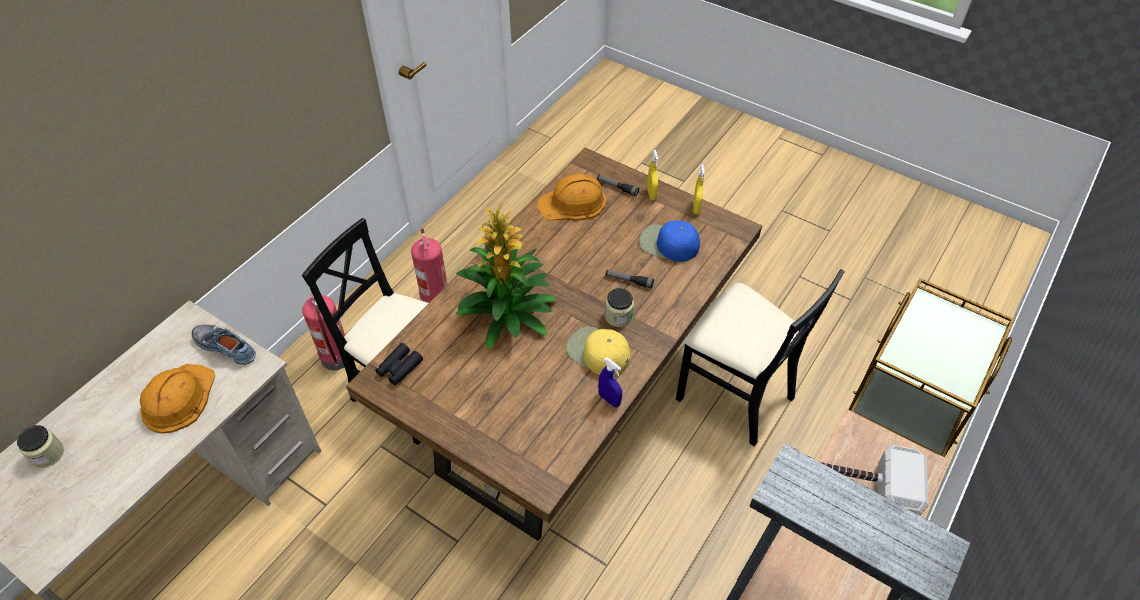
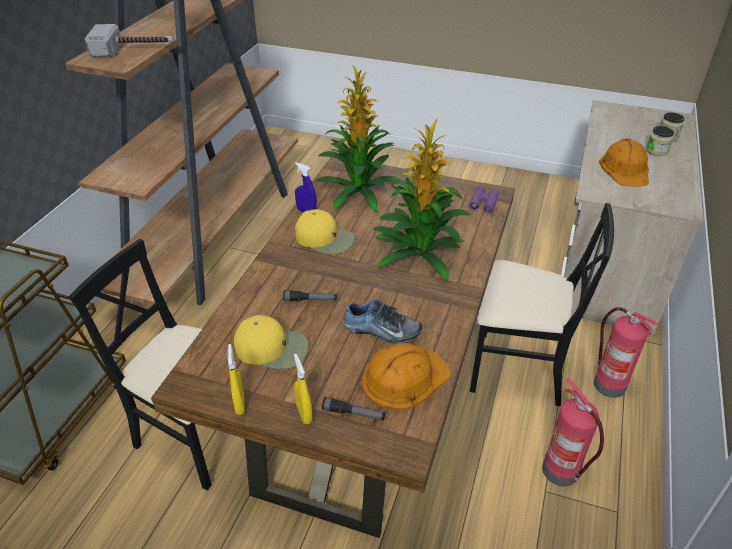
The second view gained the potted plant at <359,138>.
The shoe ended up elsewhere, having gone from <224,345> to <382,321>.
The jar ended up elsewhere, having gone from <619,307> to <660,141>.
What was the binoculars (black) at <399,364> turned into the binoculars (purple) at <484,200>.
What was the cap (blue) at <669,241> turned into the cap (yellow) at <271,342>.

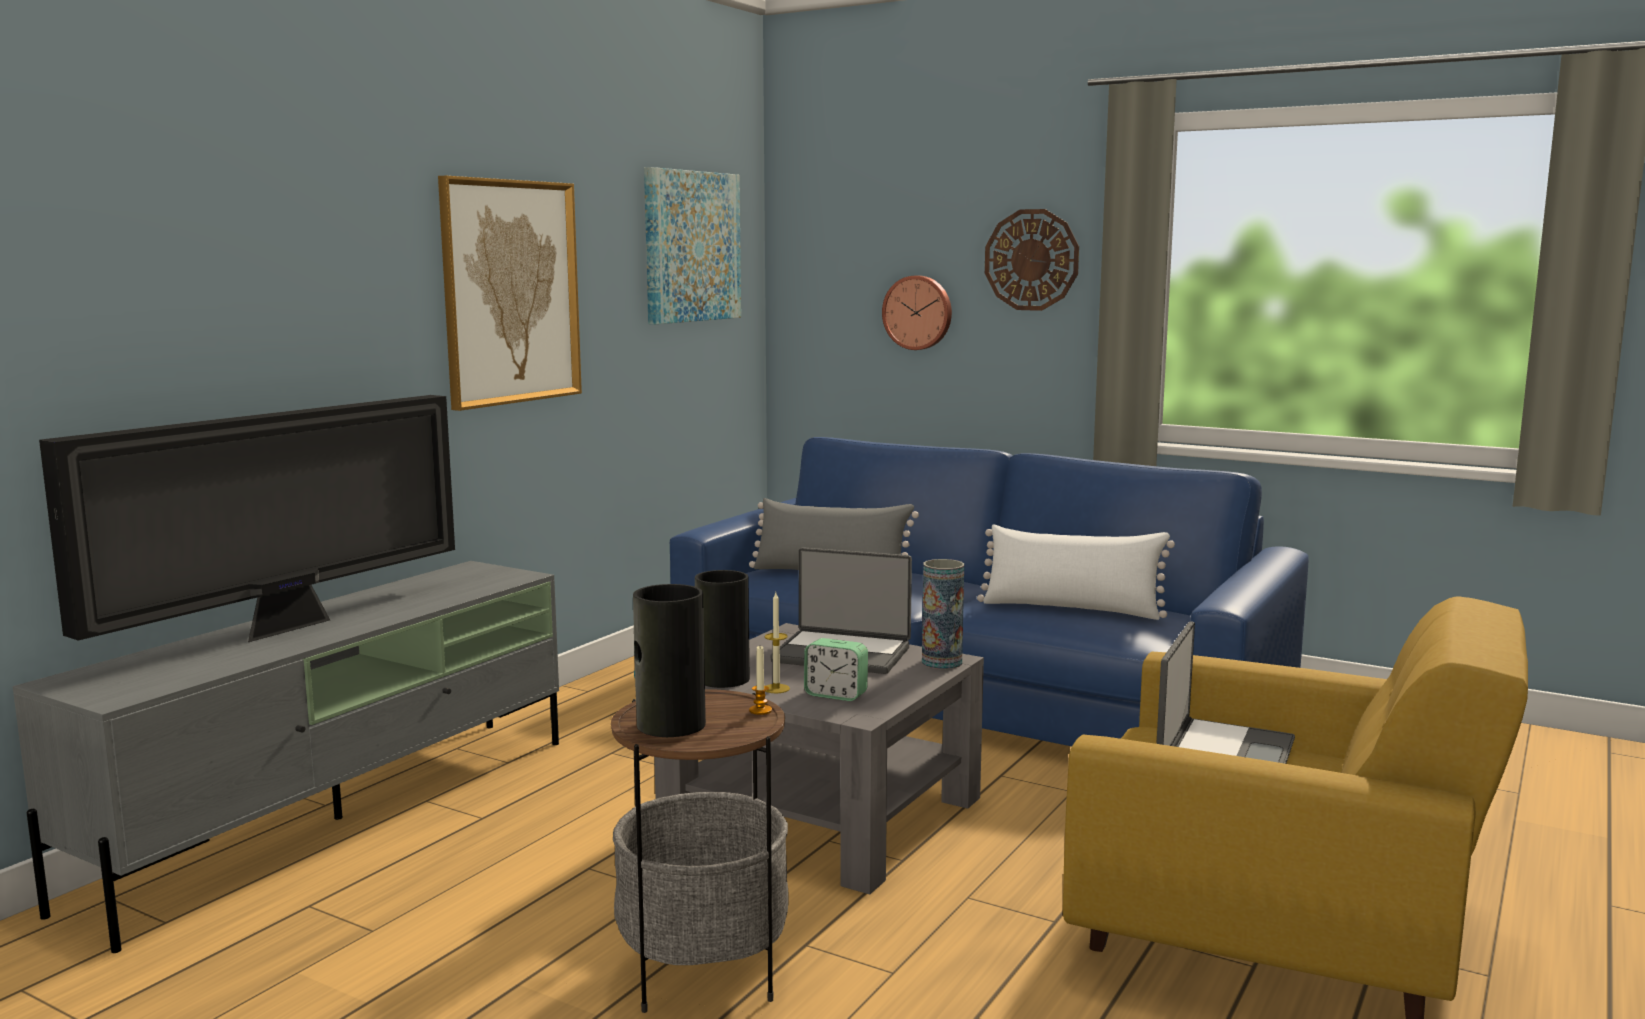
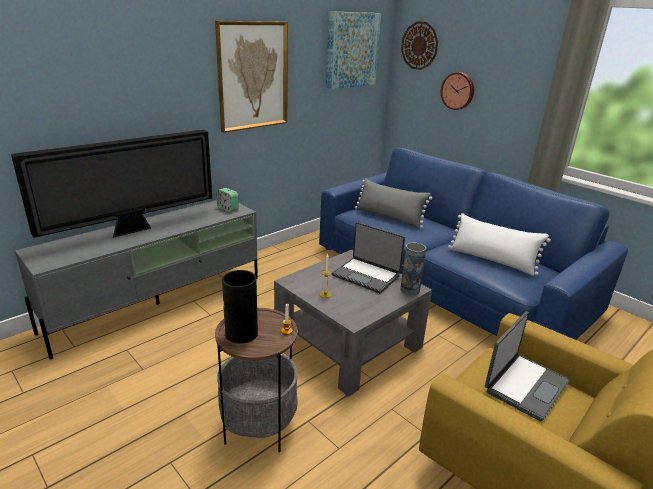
The second view lost the vase at <722,629>.
The alarm clock ended up elsewhere, having gone from <836,669> to <227,200>.
The wall clock ended up elsewhere, having gone from <1032,260> to <419,45>.

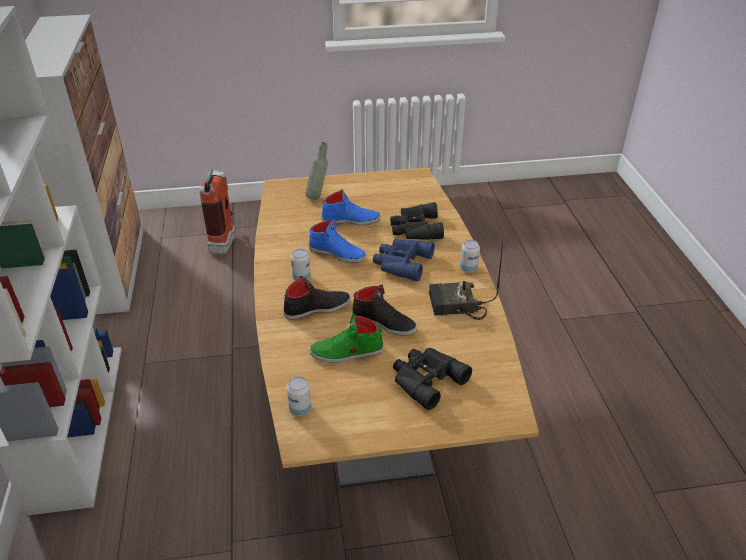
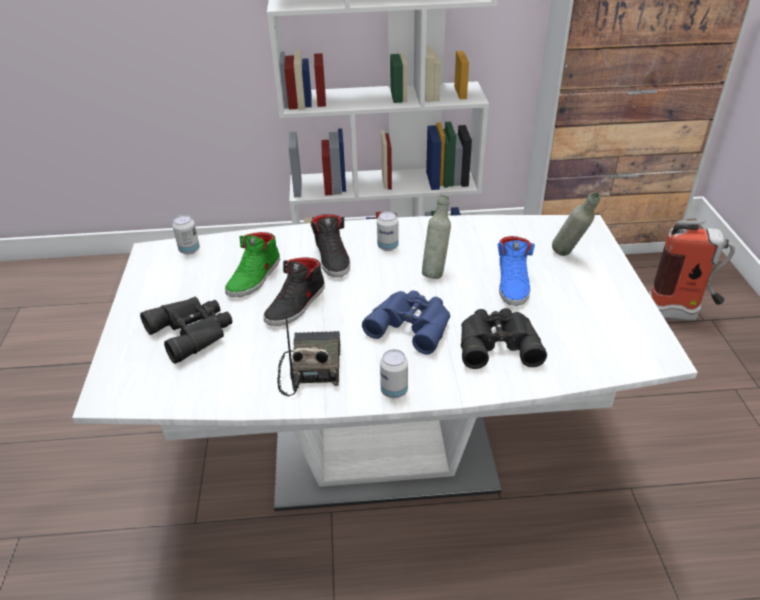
Where the shoe (blue) stood at <337,241>, the bottle (grey) came to stand at <436,237>.
What was the dining table (brown) at <396,328> turned into the dining table (white) at <385,363>.
The shoe (green) at <346,338> ended up facing another way, 150 degrees counterclockwise from before.

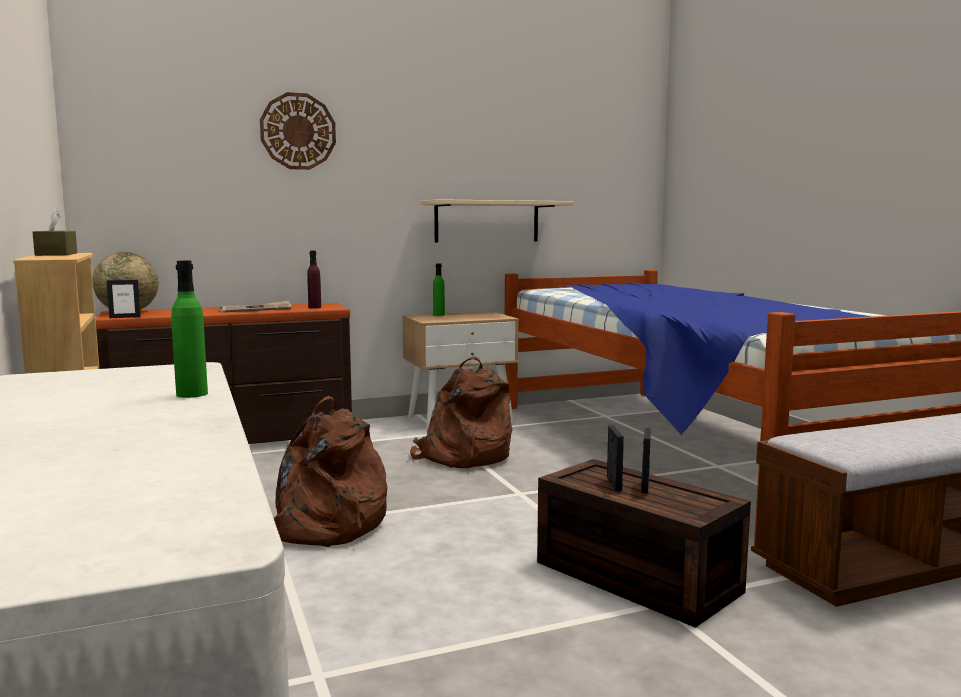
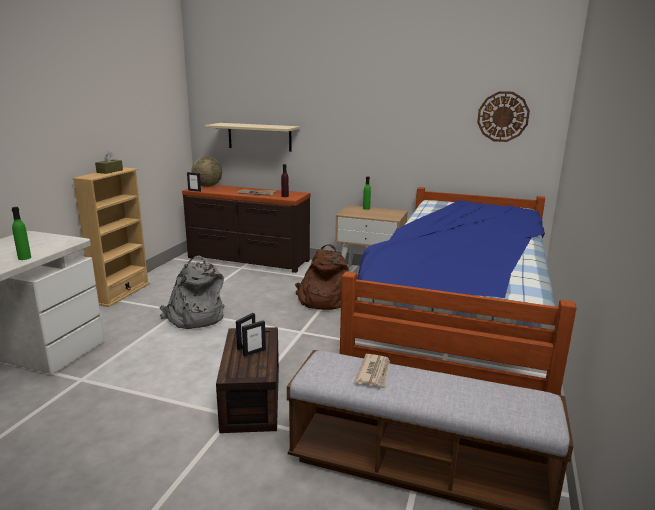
The second view gained the newspaper at <372,370>.
The wall clock ended up elsewhere, having gone from <298,131> to <503,116>.
The shelf (beige) ended up elsewhere, having gone from <496,221> to <252,137>.
What was the backpack (brown) at <330,471> turned into the backpack (grey) at <192,292>.

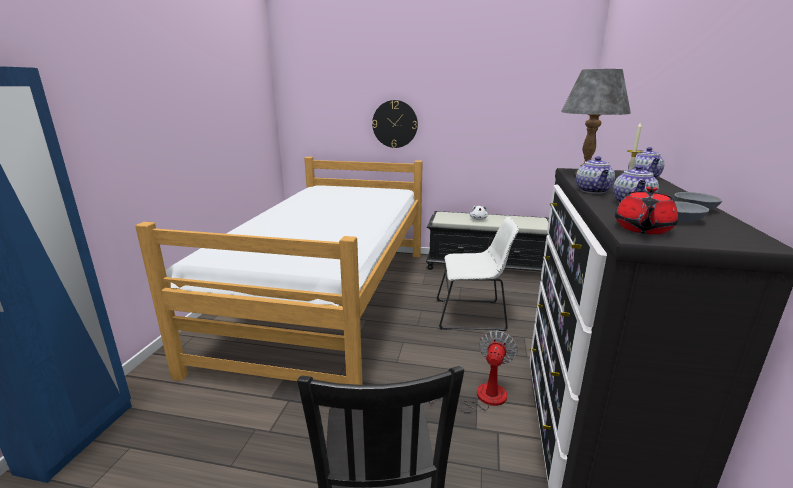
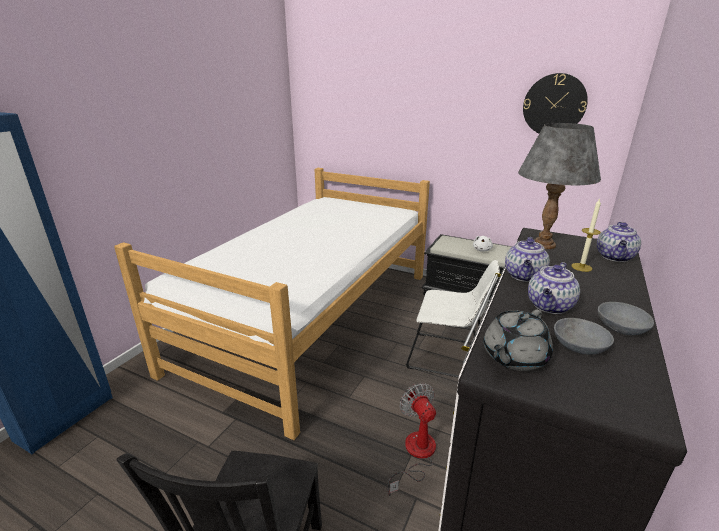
The wall clock ended up elsewhere, having gone from <395,124> to <555,103>.
What was the teapot (red) at <646,210> turned into the teapot (grey) at <518,340>.
The fan at <473,371> ended up facing another way, 60 degrees counterclockwise from before.

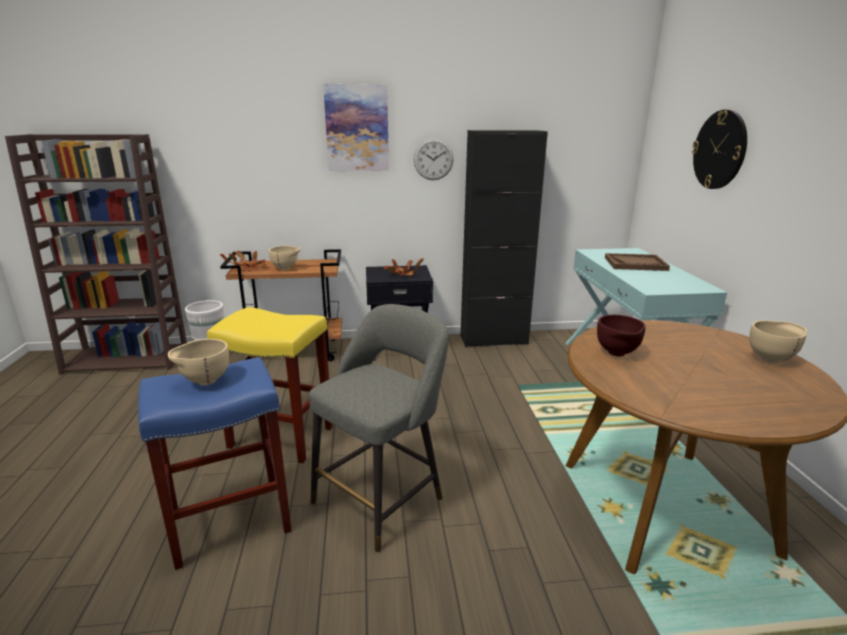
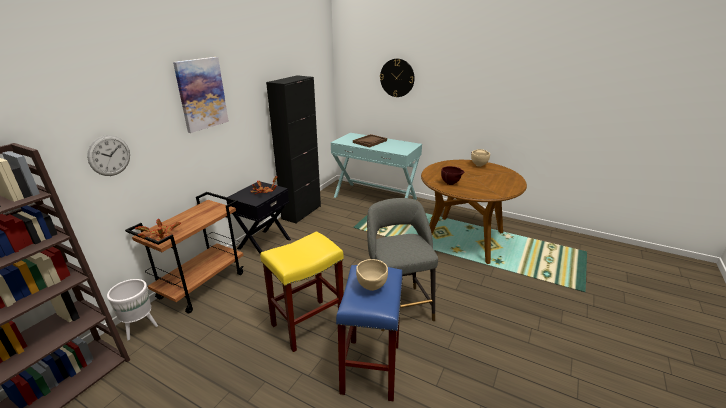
The second view lost the bowl (beige) at <285,258>.
The wall clock ended up elsewhere, having gone from <434,159> to <108,155>.

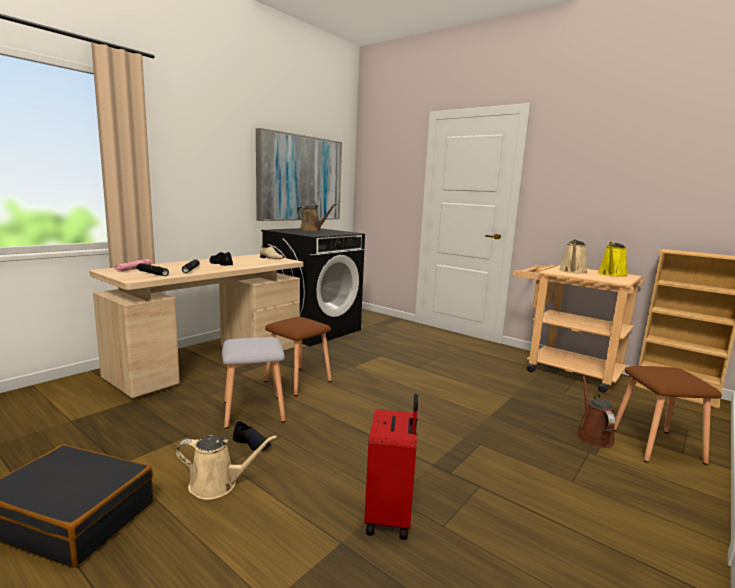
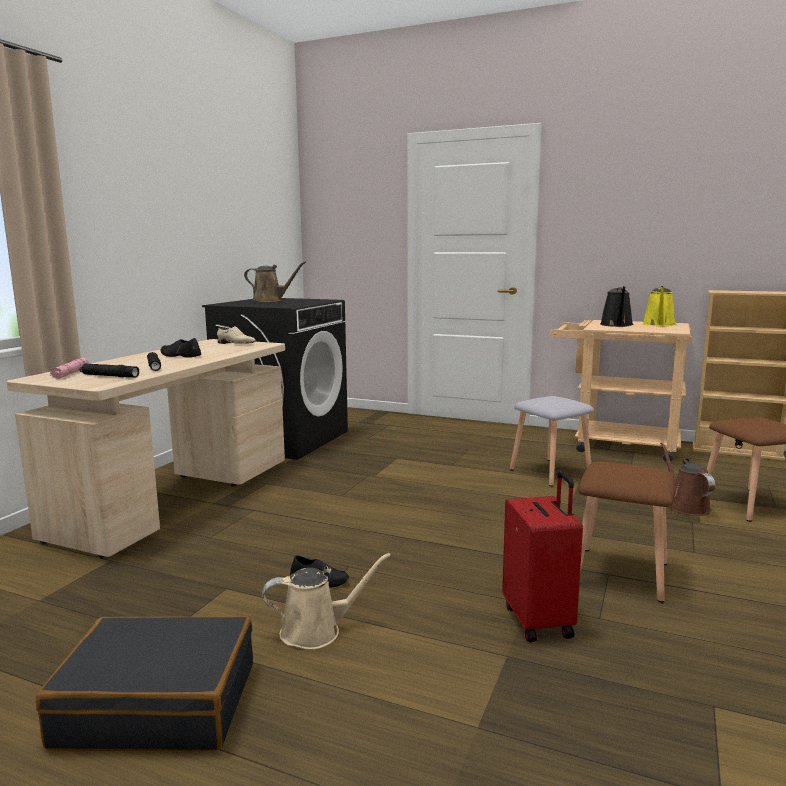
The second view lost the picture at <299,174>.
The stool (grey) ended up elsewhere, having gone from <254,383> to <552,441>.
The stool (brown) ended up elsewhere, having gone from <298,356> to <626,532>.
What was the watering can (beige) at <573,256> turned into the watering can (black) at <617,306>.

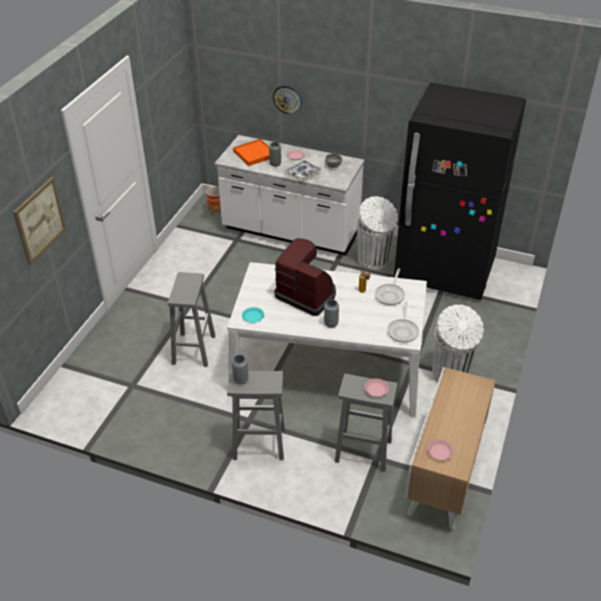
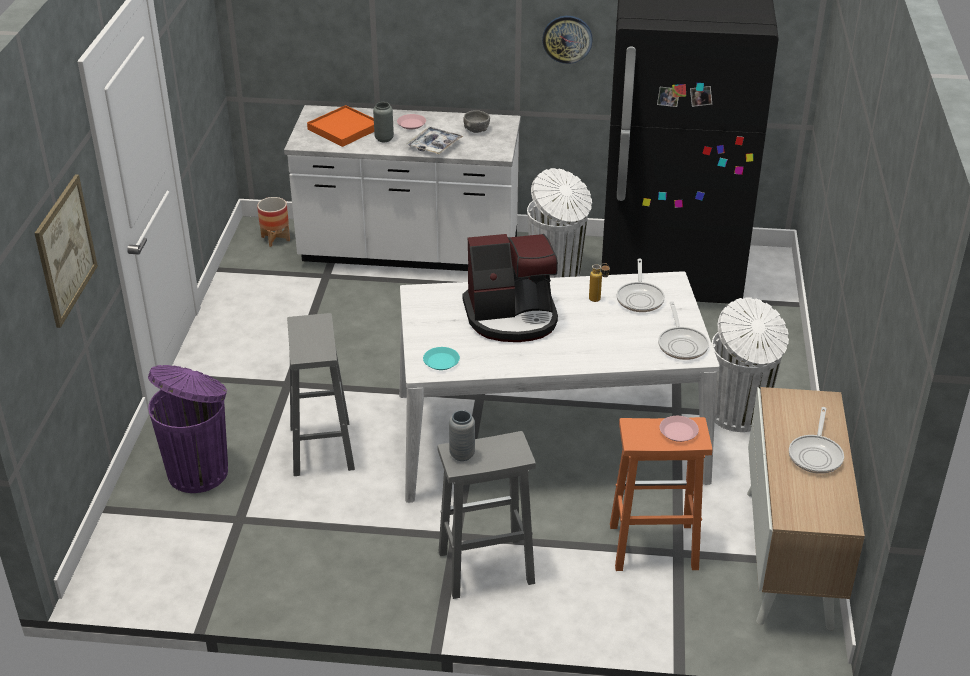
The second view lost the vase (grey) at <331,313>.
The second view lost the plate (pink) at <441,450>.
The second view gained the trash can (purple) at <188,429>.
The second view gained the frying pan at <816,440>.
The wall clock ended up elsewhere, having gone from <287,99> to <567,40>.
What was the stool (grey) at <366,423> turned into the stool (orange) at <661,494>.
The coffee machine at <305,277> ended up facing another way, 150 degrees clockwise from before.

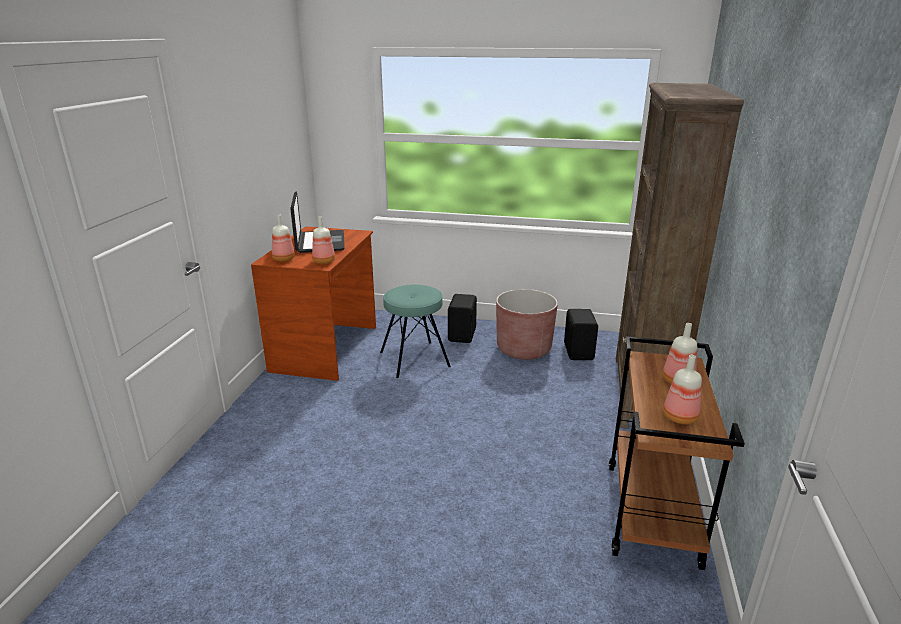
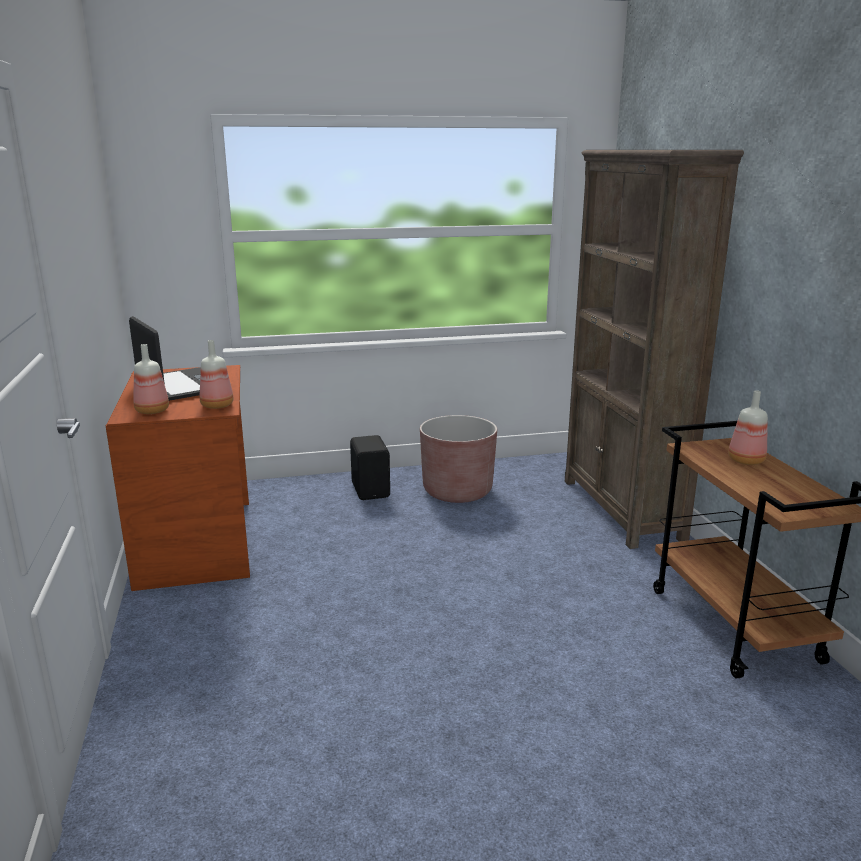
The second view lost the stool (turquoise) at <415,331>.
The second view lost the speaker (black) at <581,334>.
The second view lost the bottle at <682,389>.

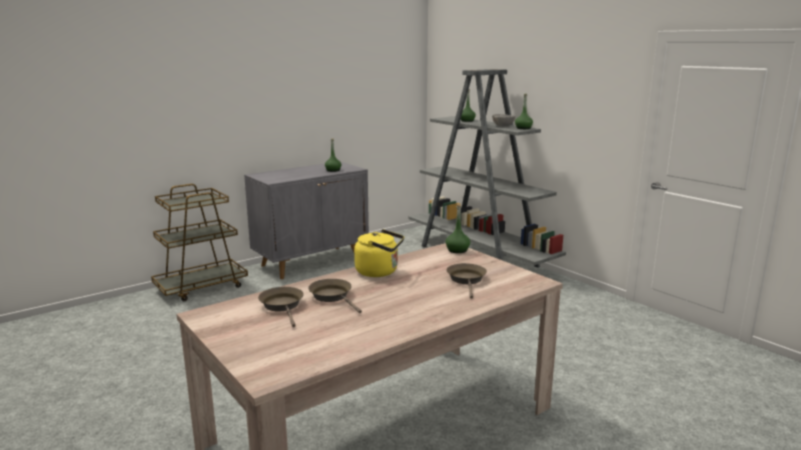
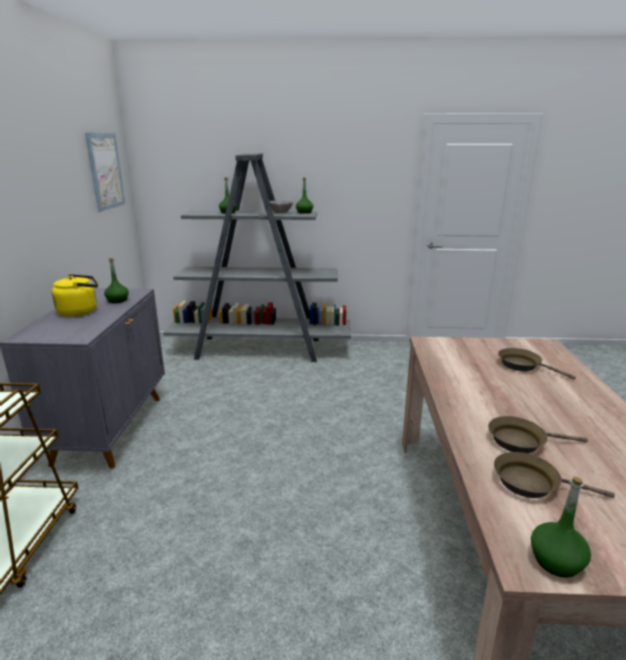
The second view gained the picture at <105,172>.
The kettle (yellow) ended up elsewhere, having gone from <379,253> to <75,295>.
The bottle (green) ended up elsewhere, having gone from <457,228> to <561,527>.

